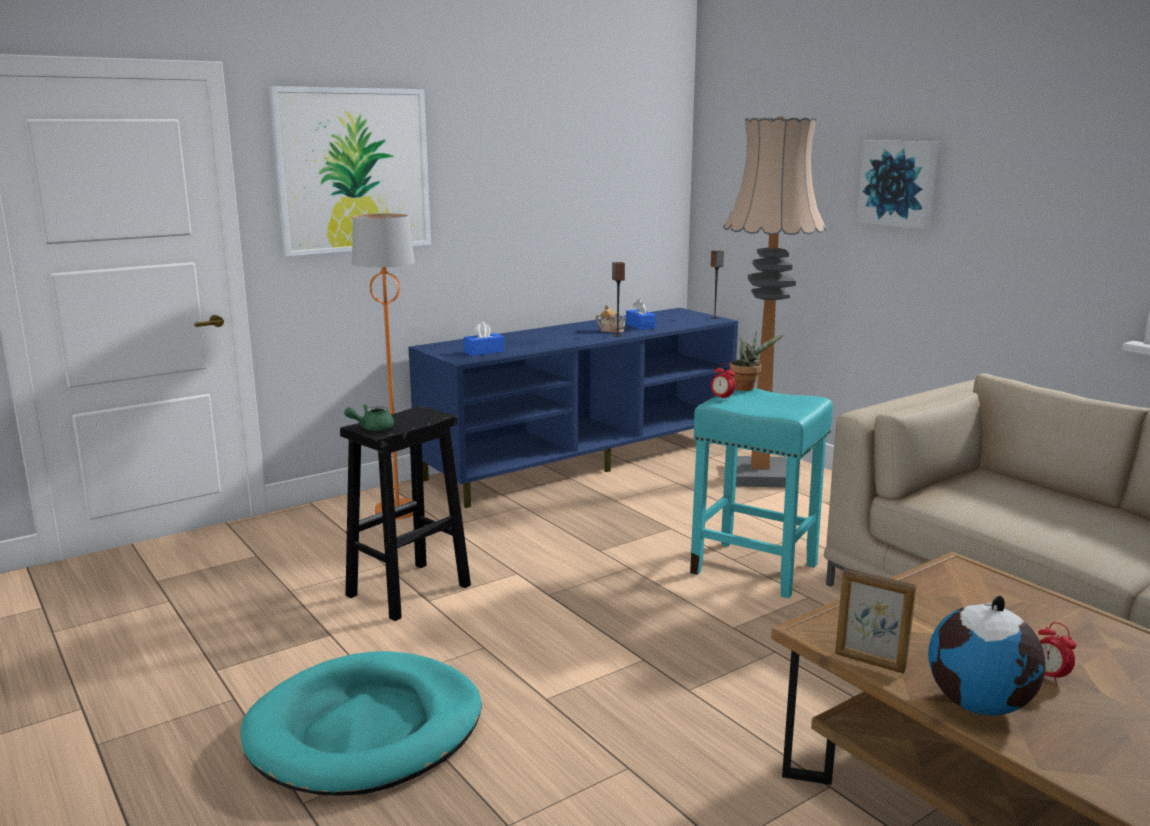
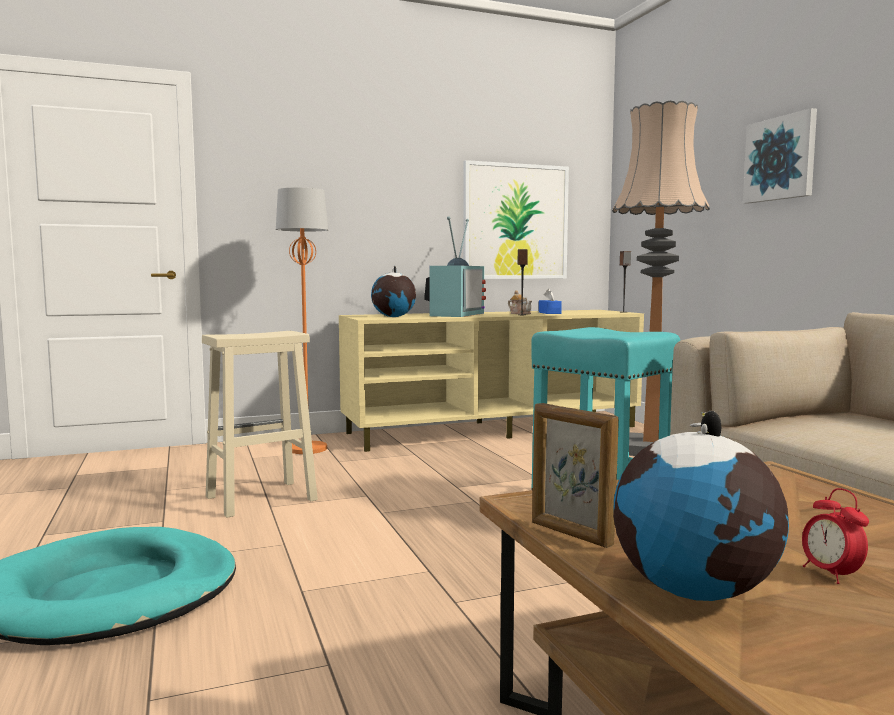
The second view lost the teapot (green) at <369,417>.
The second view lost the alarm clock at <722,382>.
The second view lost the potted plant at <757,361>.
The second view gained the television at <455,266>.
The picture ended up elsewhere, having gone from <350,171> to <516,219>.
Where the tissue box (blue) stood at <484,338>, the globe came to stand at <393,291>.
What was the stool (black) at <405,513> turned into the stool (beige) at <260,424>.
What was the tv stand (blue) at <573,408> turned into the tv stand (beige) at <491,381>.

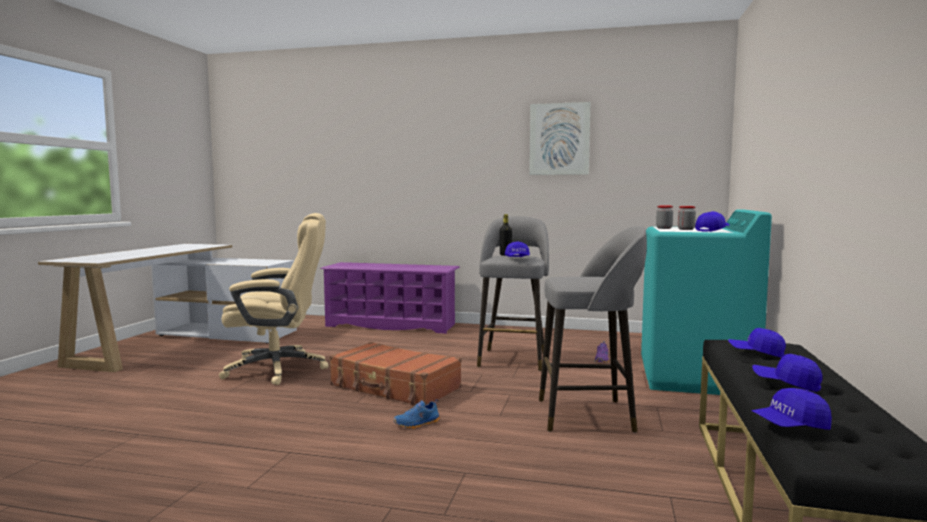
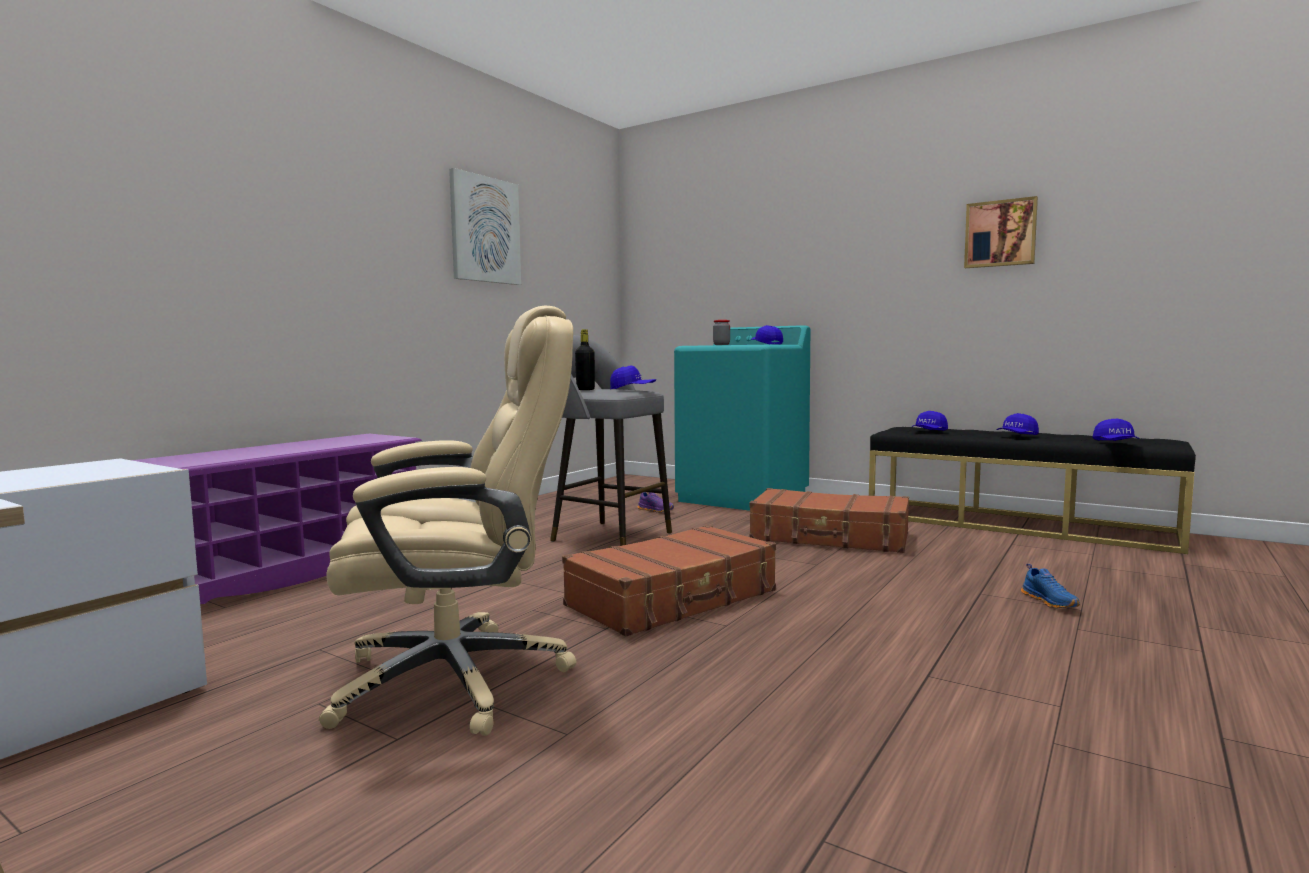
The second view lost the jar at <687,218>.
The second view gained the picture at <1001,232>.
The shoe (blue) ended up elsewhere, having gone from <416,414> to <1050,586>.
Where the stool (grey) stood at <593,329>, the suitcase (brown) came to stand at <829,520>.
The office chair (beige) at <274,299> ended up facing another way, 60 degrees clockwise from before.

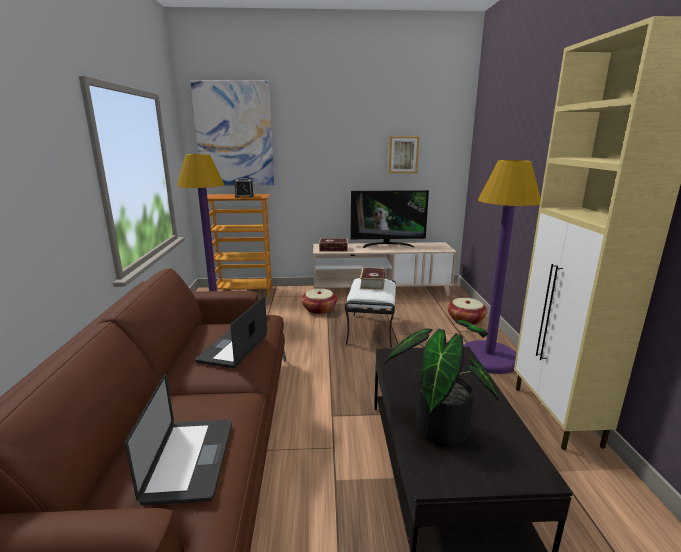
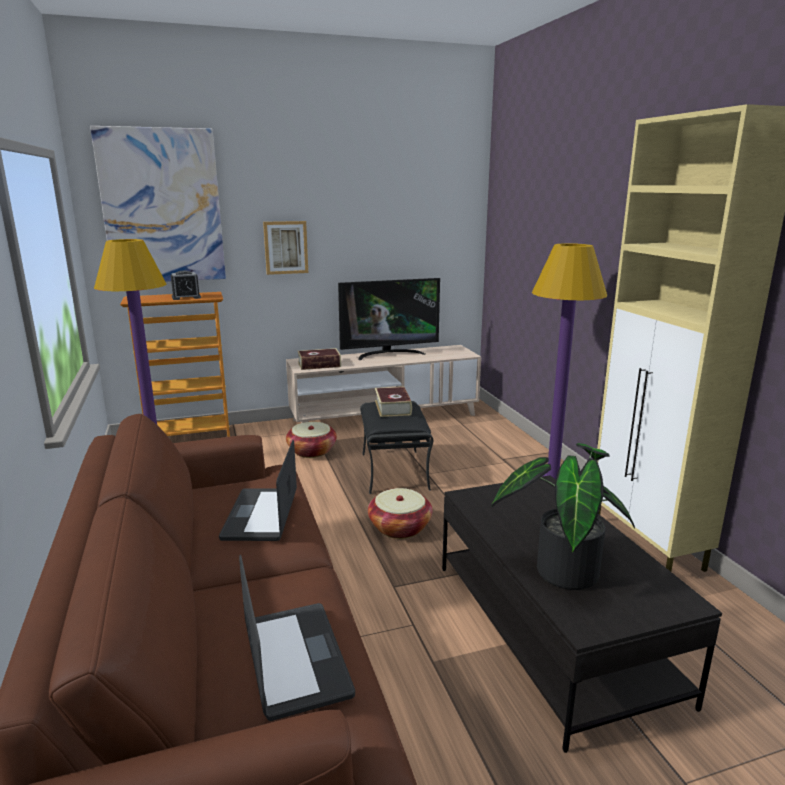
The picture ended up elsewhere, having gone from <404,155> to <285,248>.
The basket ended up elsewhere, having gone from <467,311> to <400,513>.
What was the ottoman (white) at <370,313> turned into the ottoman (black) at <396,447>.

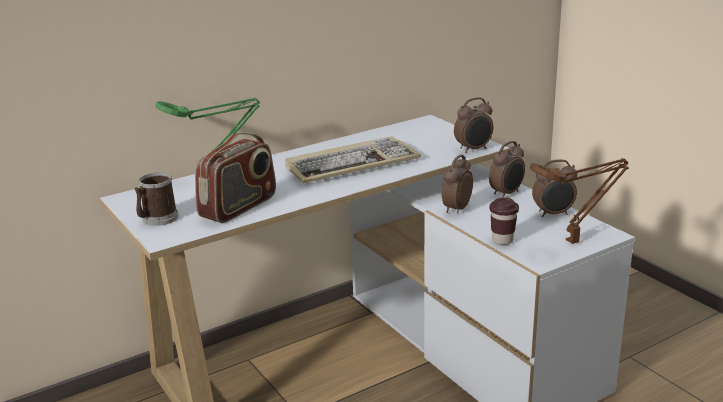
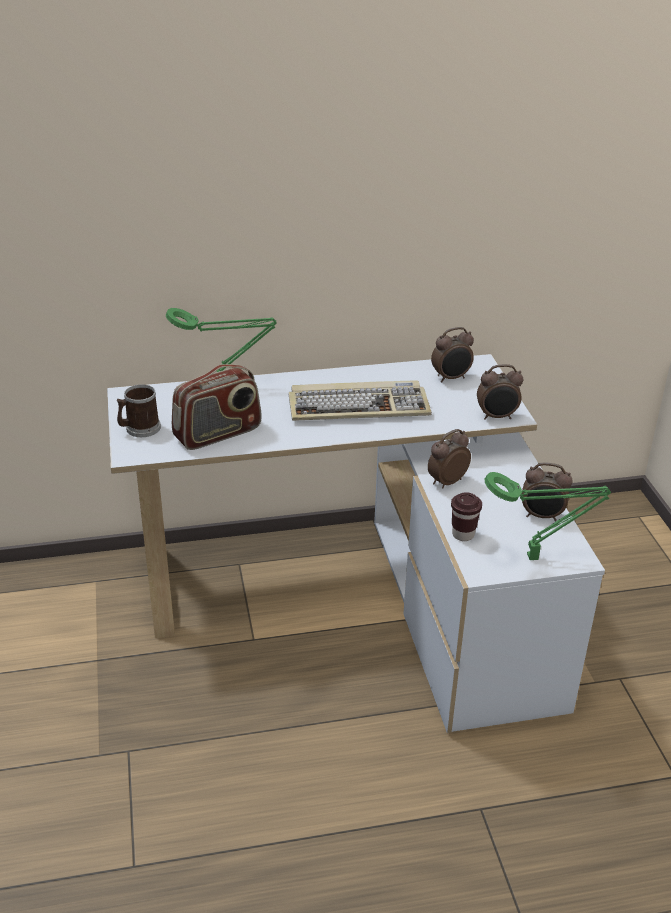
The alarm clock ended up elsewhere, having gone from <507,169> to <452,354>.
What was the table lamp (brown) at <579,201> turned into the table lamp (green) at <548,516>.

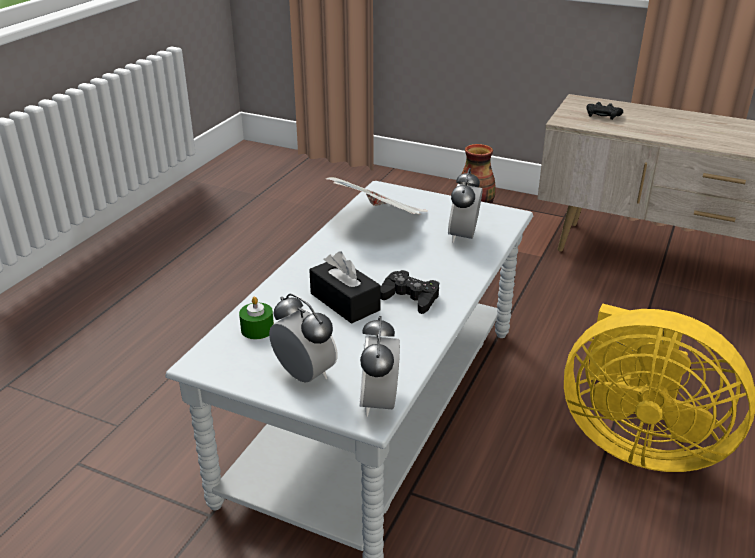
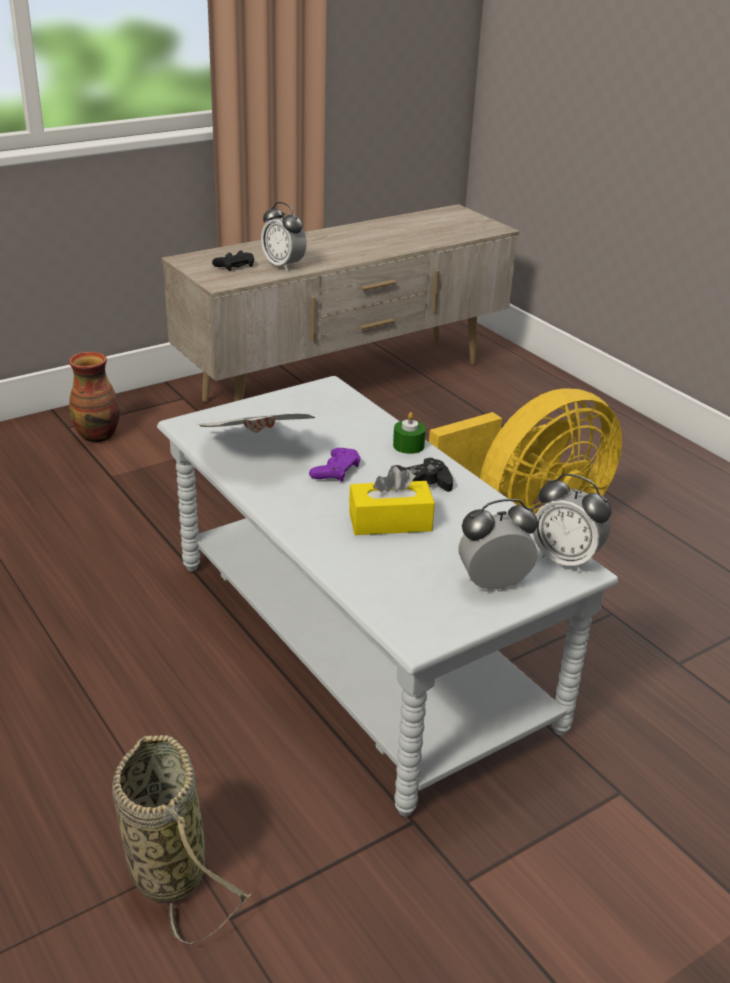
The second view gained the basket at <181,840>.
The second view gained the game controller (purple) at <335,465>.
The candle (green) ended up elsewhere, having gone from <256,318> to <409,433>.
The alarm clock ended up elsewhere, having gone from <465,205> to <284,236>.
What was the tissue box (black) at <345,287> turned into the tissue box (yellow) at <392,500>.

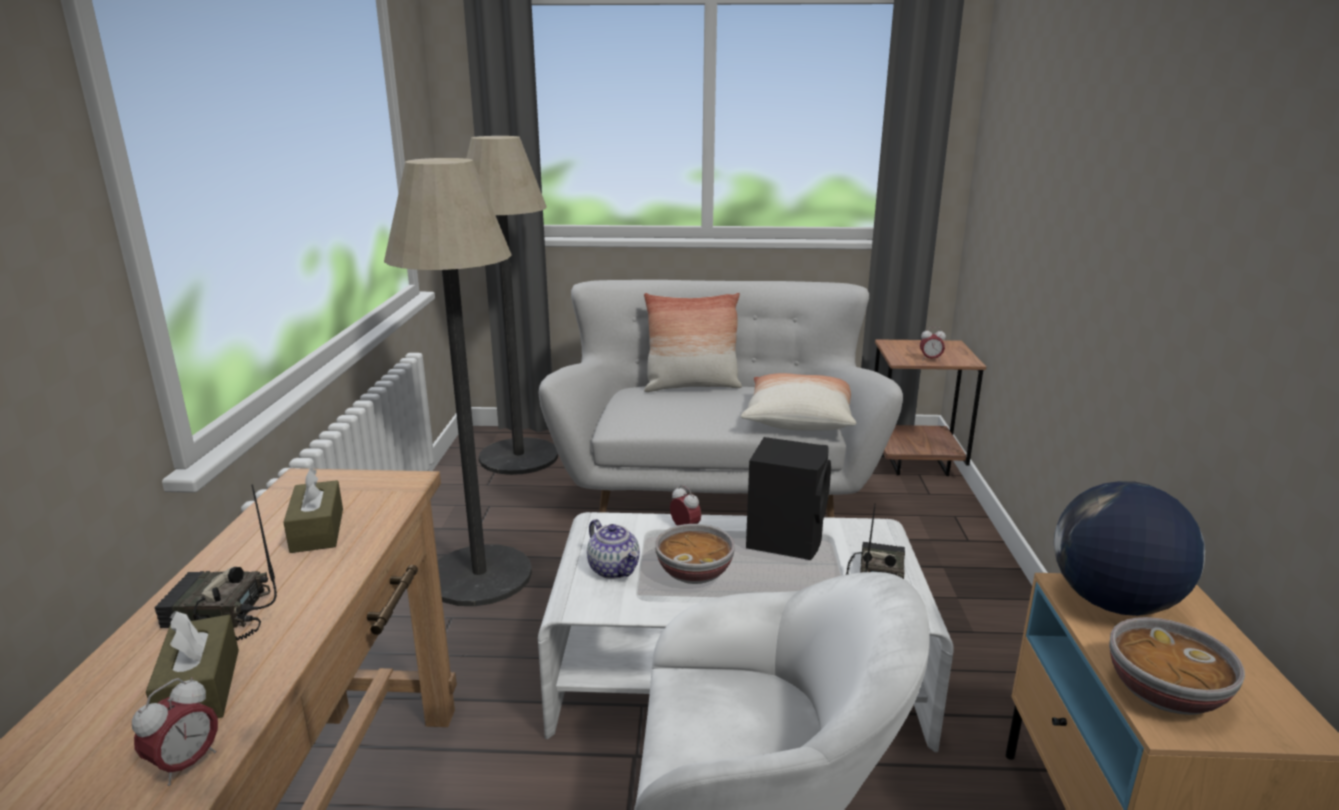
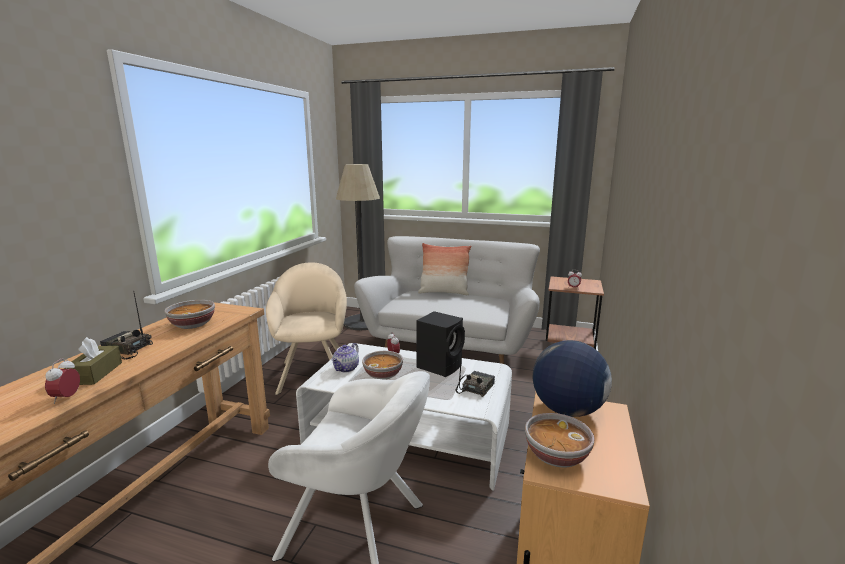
The second view lost the pillow at <798,402>.
Where the tissue box (brown) stood at <313,510>, the bowl came to stand at <189,314>.
Where the floor lamp stood at <458,382>, the armchair (beige) came to stand at <306,328>.
The alarm clock at <175,731> ended up facing another way, 135 degrees clockwise from before.
The teapot at <613,549> ended up facing another way, 45 degrees clockwise from before.

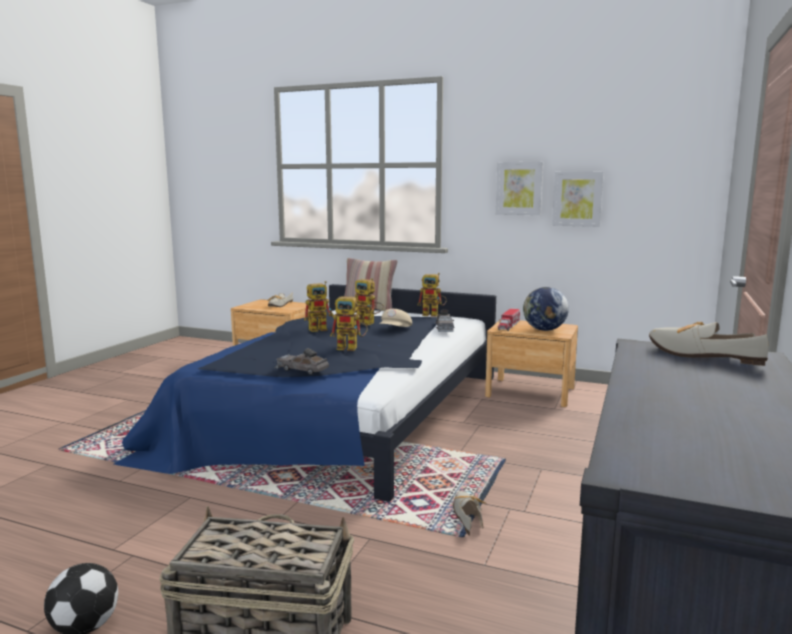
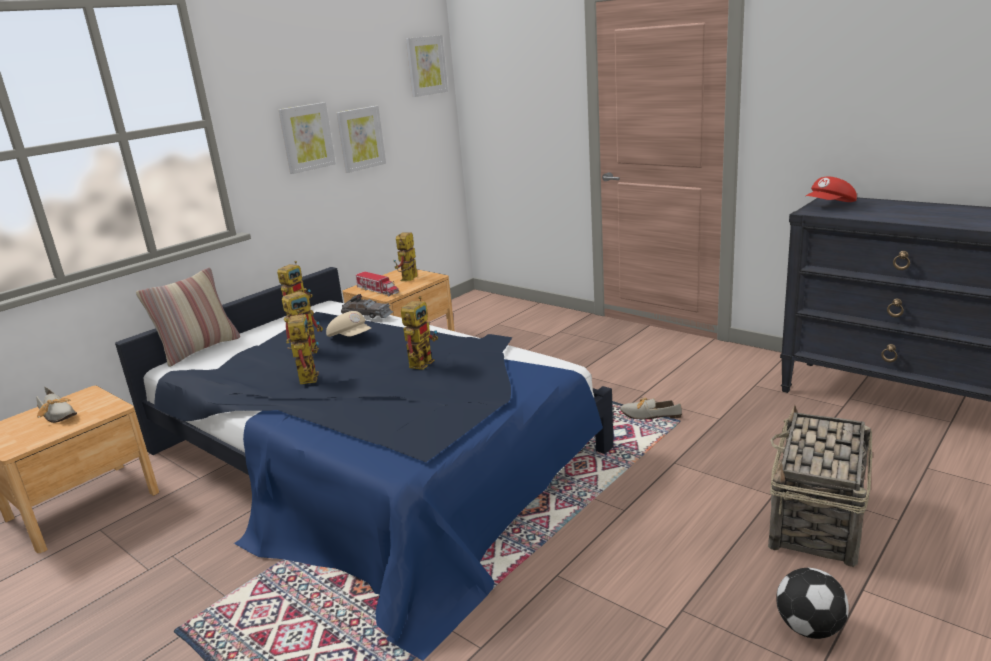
The second view lost the toy car (grey) at <301,361>.
The second view gained the picture at <427,66>.
Where the globe stood at <546,309>, the toy robot came to stand at <406,257>.
Where the shoe stood at <709,344>, the cap (red) came to stand at <831,189>.

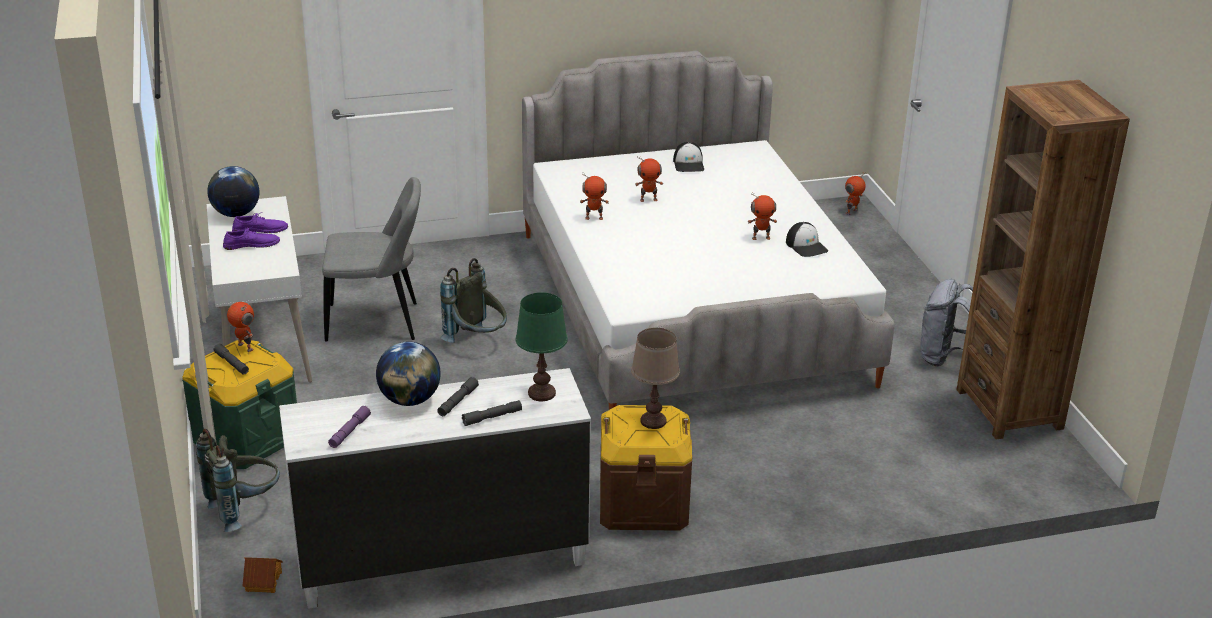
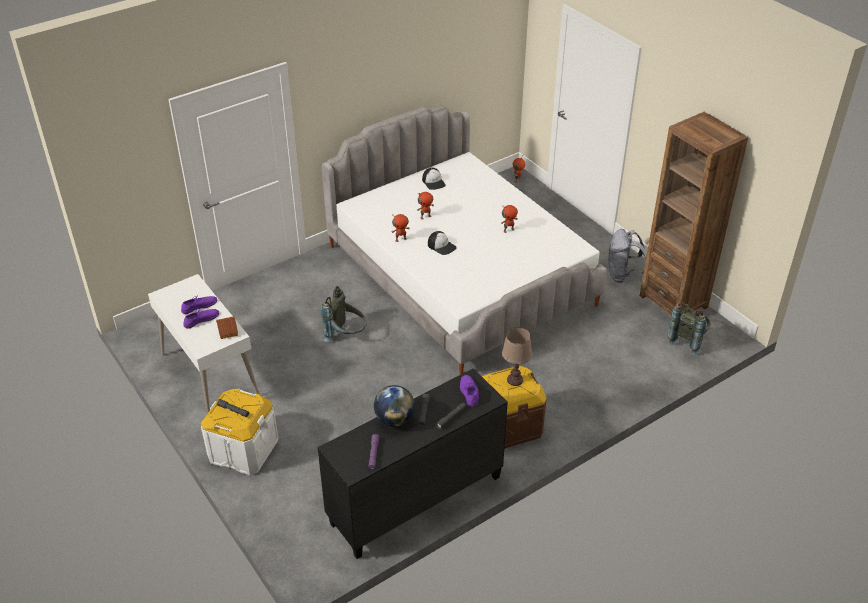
The second view lost the globe at <233,191>.
The second view lost the toy robot at <240,327>.
The second view lost the chair (grey) at <371,259>.
The backpack (grey) ended up elsewhere, having gone from <238,480> to <689,329>.
The toy house ended up elsewhere, having gone from <262,575> to <227,327>.
The cap ended up elsewhere, having gone from <807,239> to <442,243>.
Where the table lamp (green) stood at <542,346>, the shoe (purple) came to stand at <469,391>.
What was the storage box (green) at <239,404> turned into the storage box (white) at <239,432>.
What was the dresser (white) at <435,488> turned into the dresser (black) at <412,463>.

